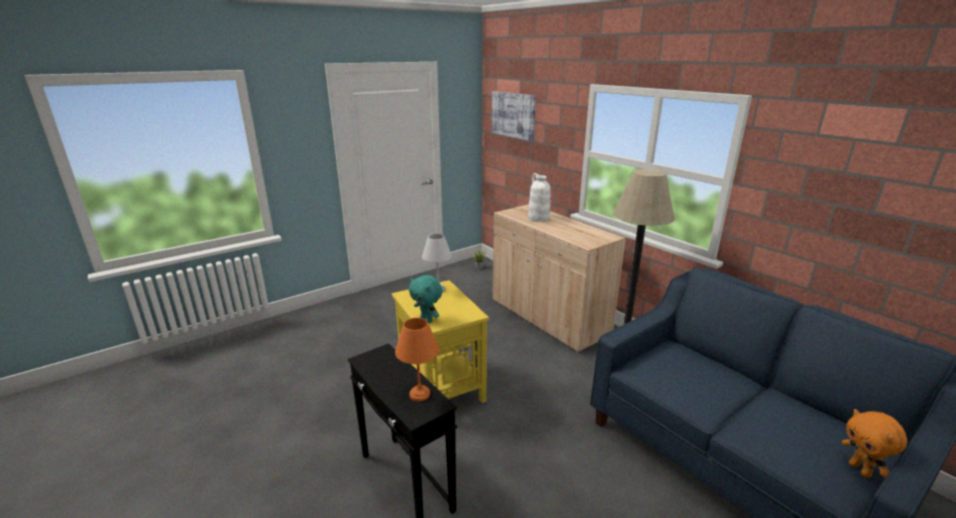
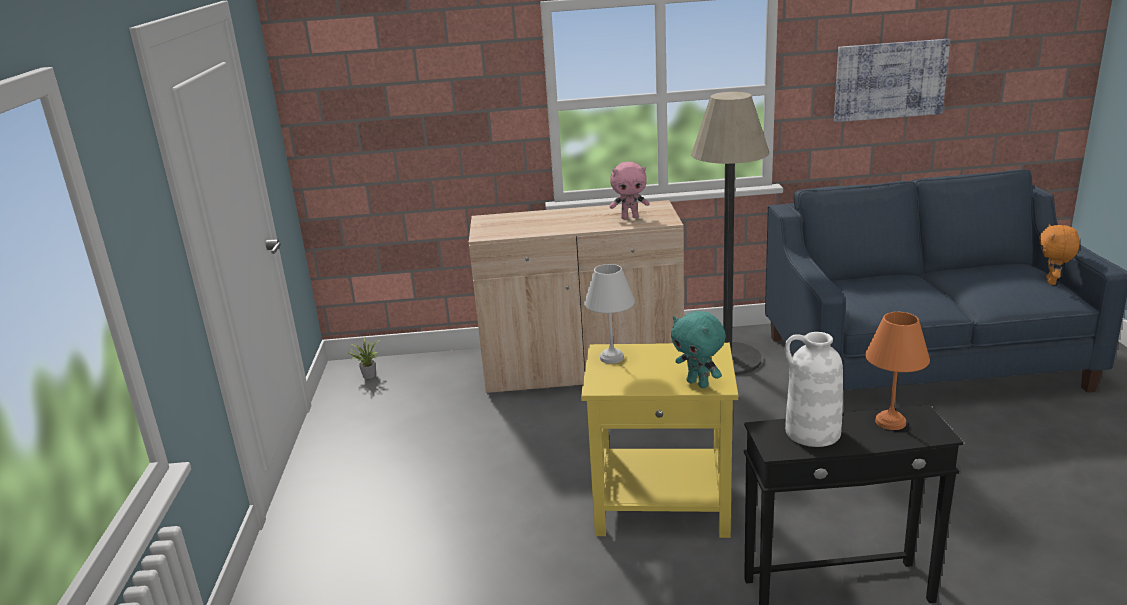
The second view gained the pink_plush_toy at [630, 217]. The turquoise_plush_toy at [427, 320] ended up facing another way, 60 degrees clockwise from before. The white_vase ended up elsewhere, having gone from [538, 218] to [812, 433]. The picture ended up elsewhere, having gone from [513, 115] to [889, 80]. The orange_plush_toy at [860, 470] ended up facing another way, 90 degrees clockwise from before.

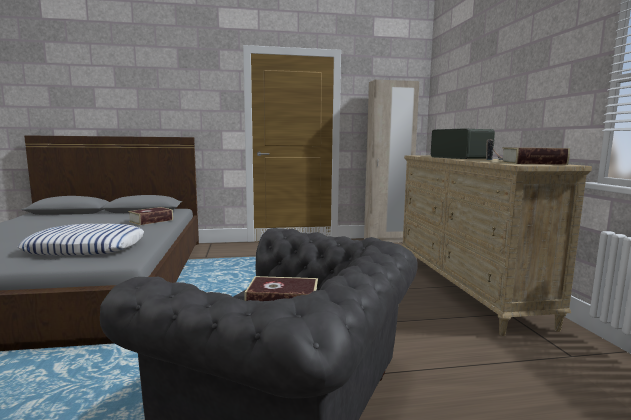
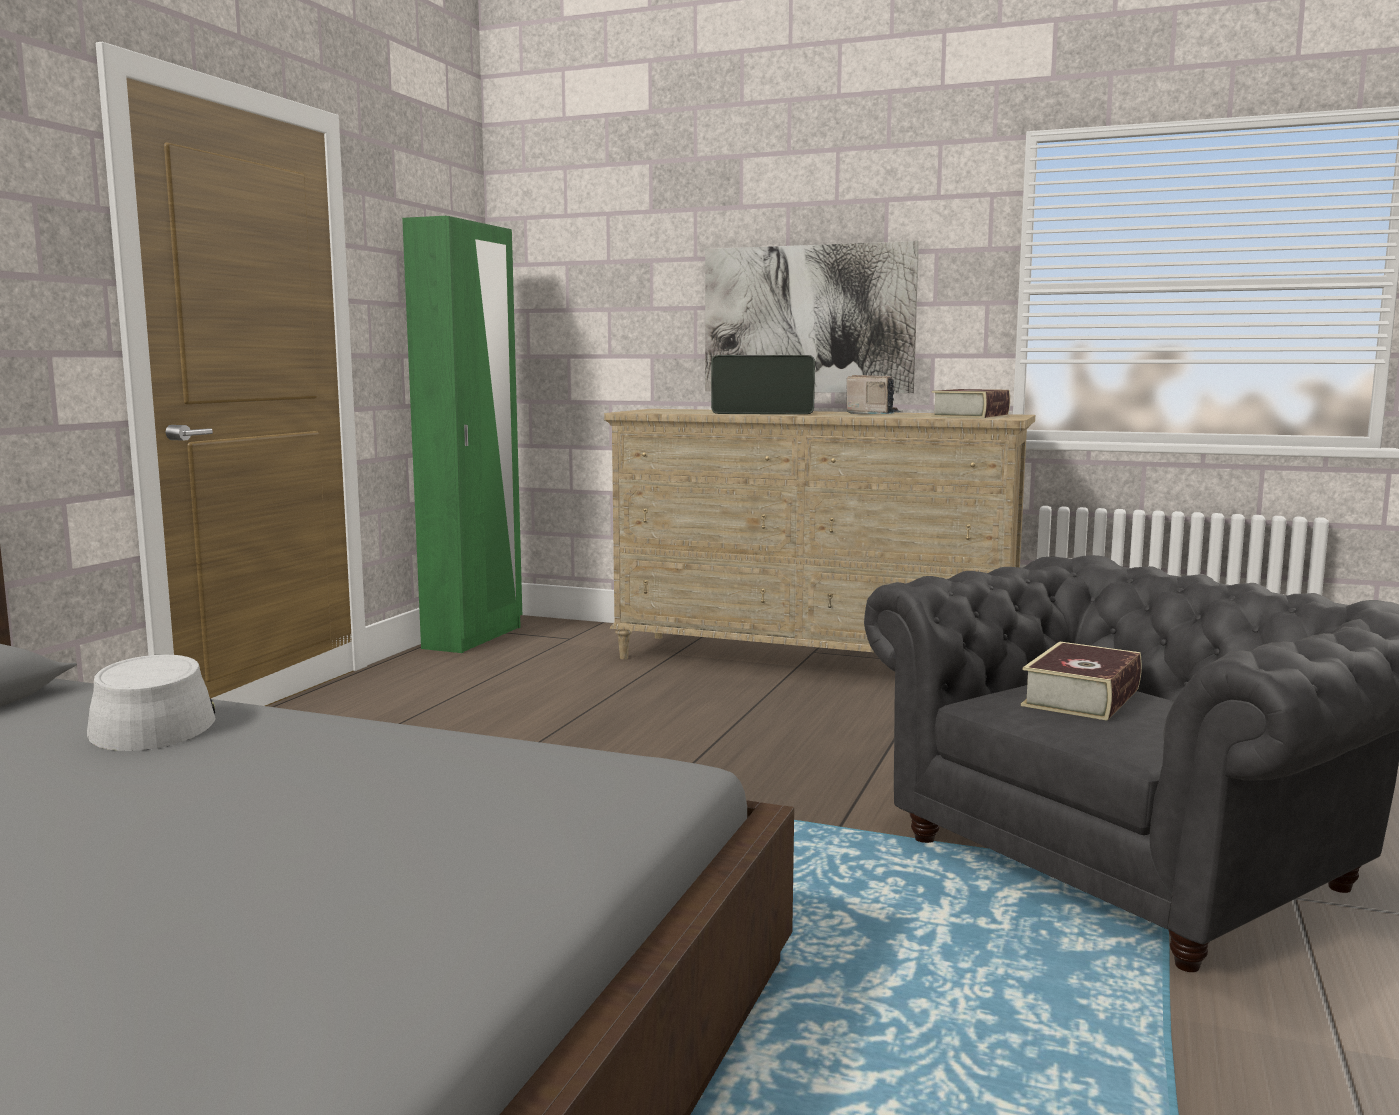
Where the book stood at [151, 221], the grey_hat came to stand at [153, 722]. What was the beige_wardrobe at [387, 240] turned into the green_wardrobe at [474, 638]. The second view gained the picture at [808, 319]. The second view lost the pillow at [87, 248].

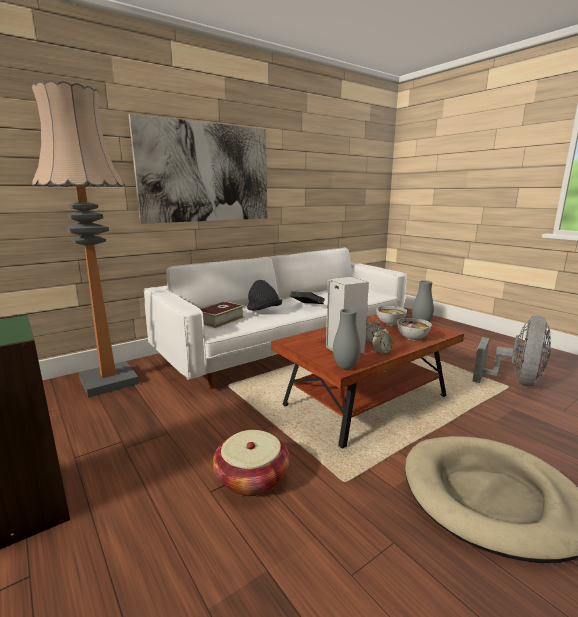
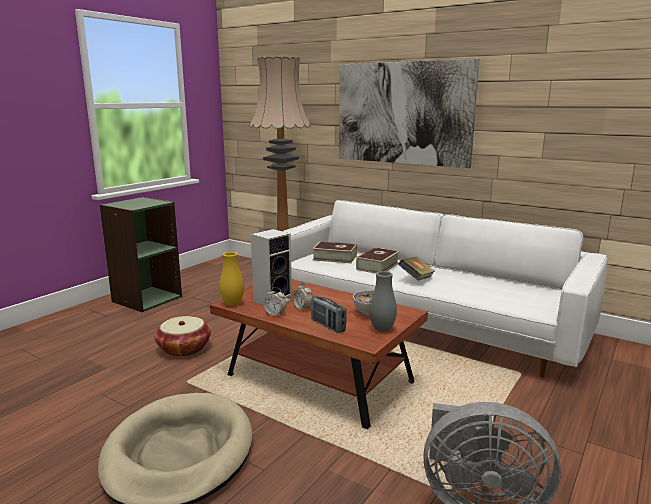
What was the grey_vase at [345, 367] turned into the yellow_vase at [232, 304]. Where the bowl stood at [412, 338], the radio came to stand at [328, 326]. Where the black_hat stood at [264, 311], the book came to stand at [377, 266].

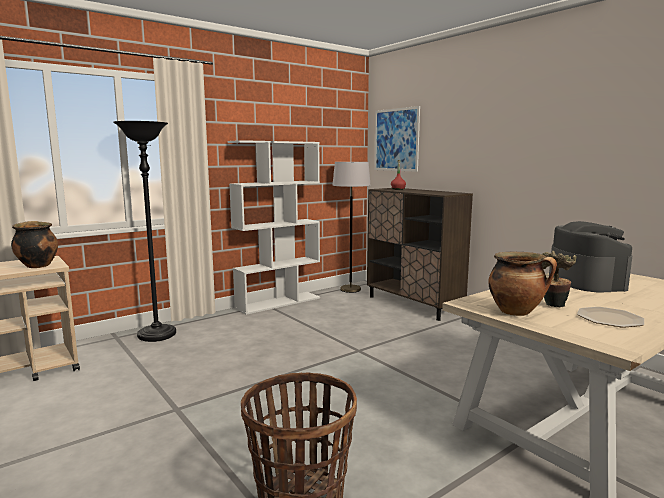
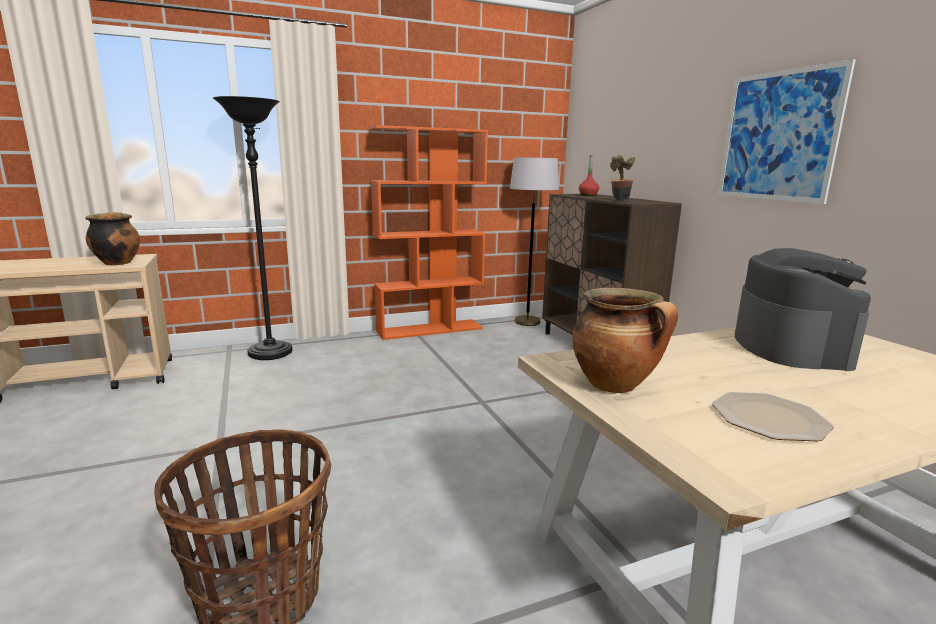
What was the white_bookcase at [278, 302] turned into the orange_bookcase at [430, 329]. The potted_plant ended up elsewhere, having gone from [553, 306] to [619, 201]. The picture ended up elsewhere, having gone from [396, 140] to [778, 136].

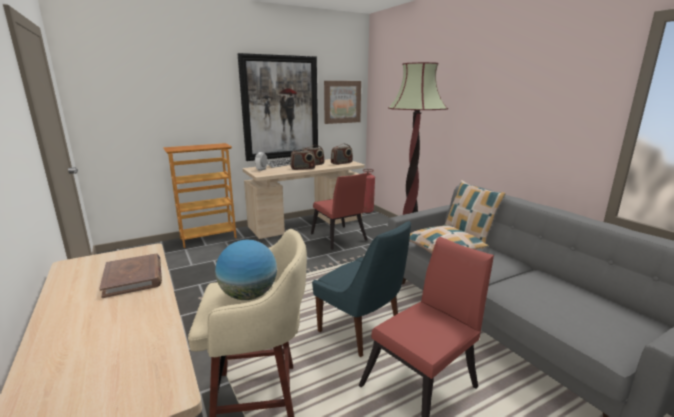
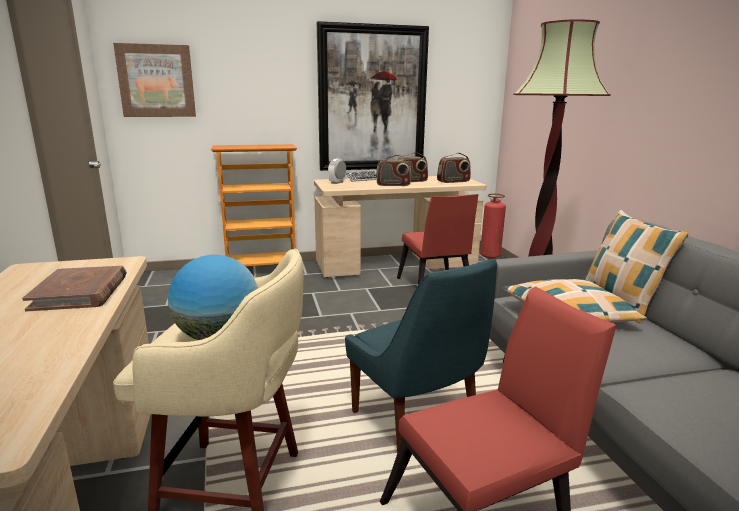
The picture ended up elsewhere, having gone from [342, 102] to [156, 81].

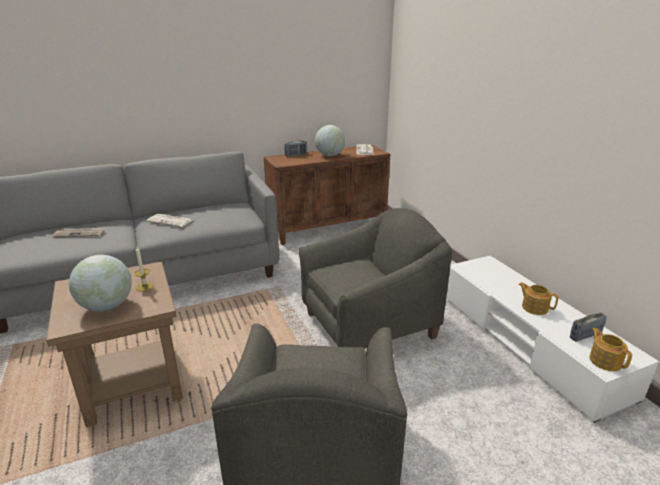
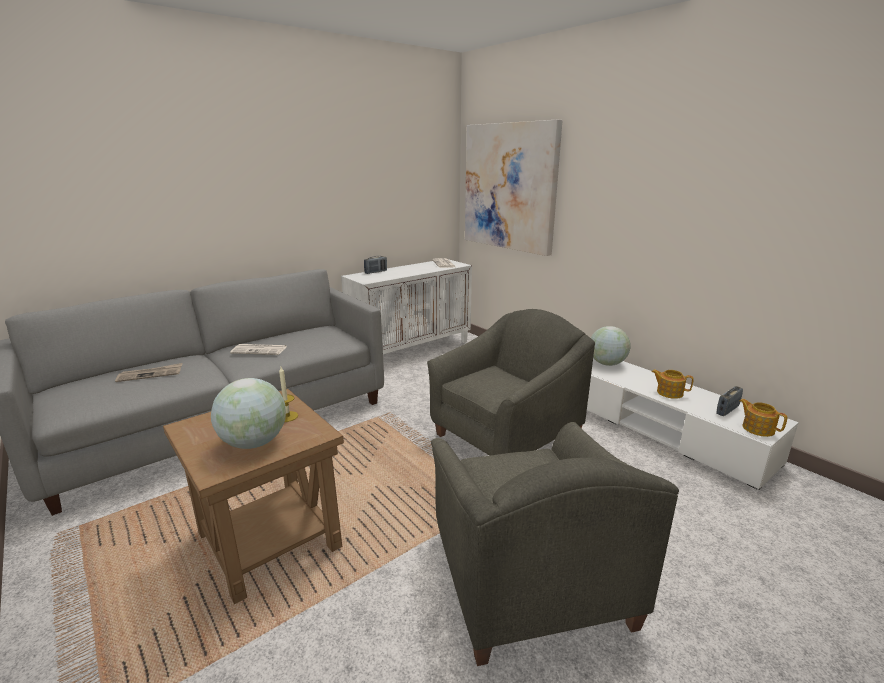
What was the brown_cabinet at [328, 228] turned into the white_cabinet at [411, 349]. The second view gained the picture at [510, 187]. The globe ended up elsewhere, having gone from [330, 155] to [607, 364].

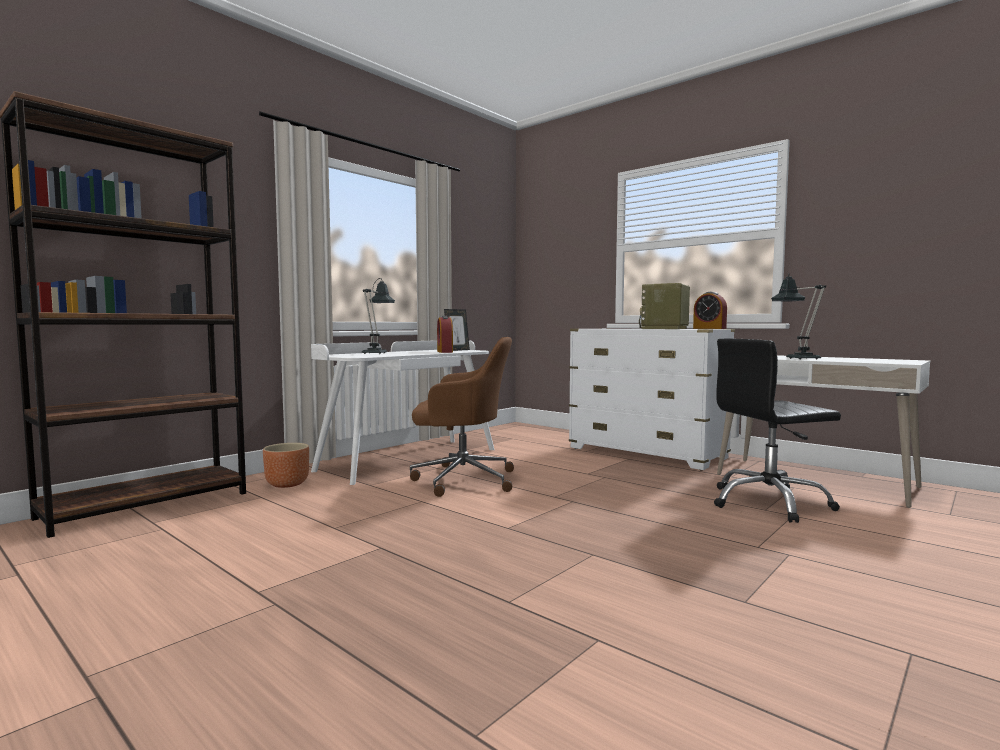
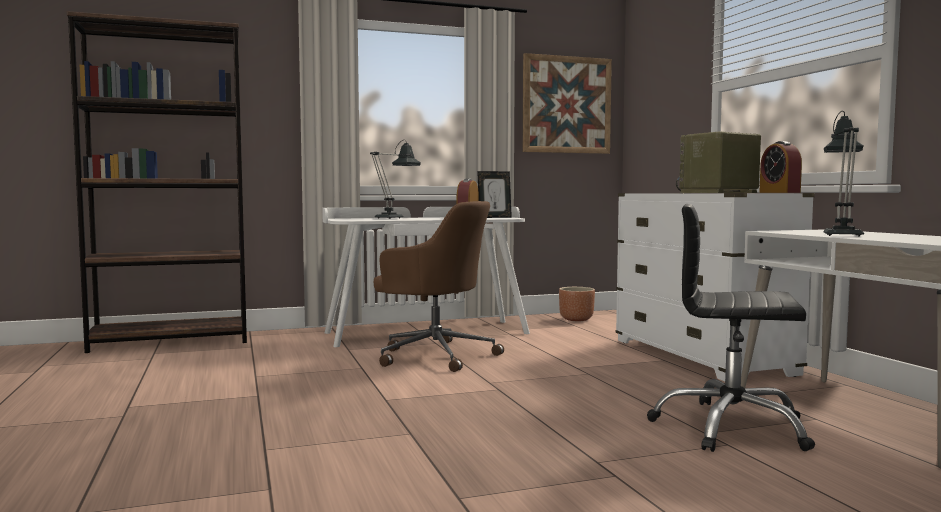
The second view gained the picture at [566, 105]. The brown_planter ended up elsewhere, having gone from [288, 484] to [576, 319].

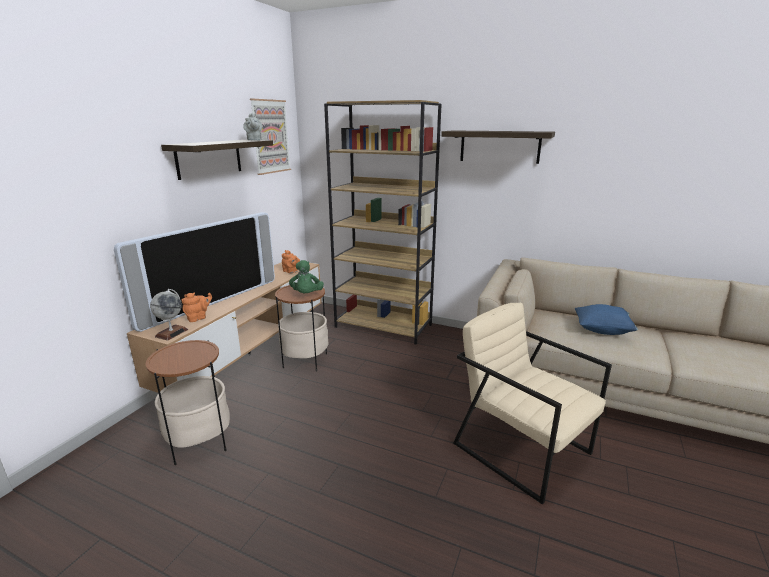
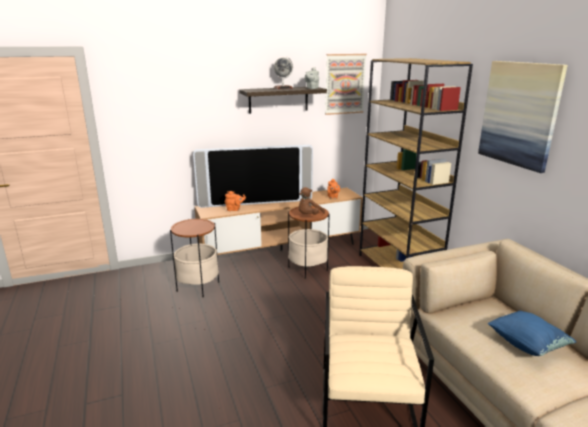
The globe ended up elsewhere, having gone from [171, 333] to [283, 88]. What was the green_plush_toy at [306, 295] turned into the brown_plush_toy at [309, 216]. Where the shelf hung at [499, 146], the picture came to hang at [519, 114].

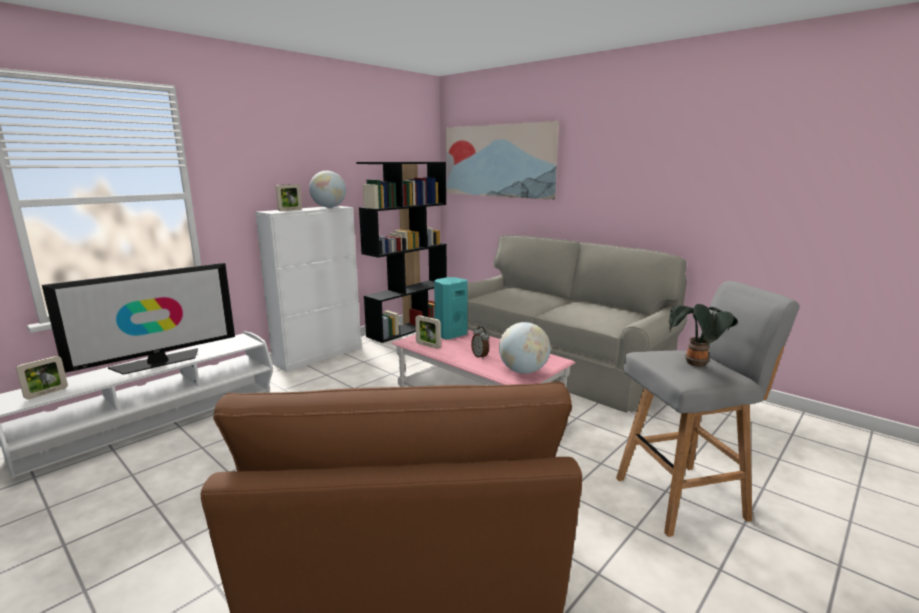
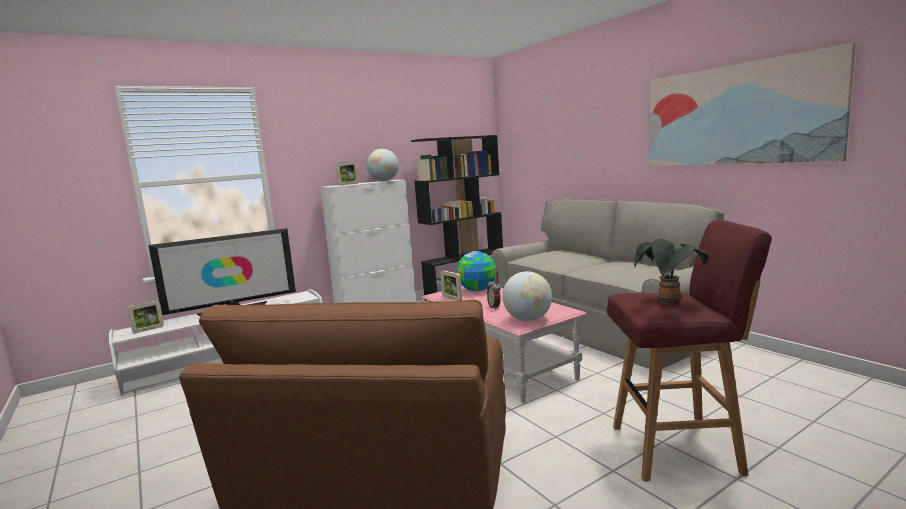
Where the turquoise_speaker stood at [450, 334], the globe came to stand at [477, 290]. What was the grey_stool at [683, 498] turned into the red_stool at [678, 449]. The picture ended up elsewhere, having gone from [497, 161] to [735, 115].

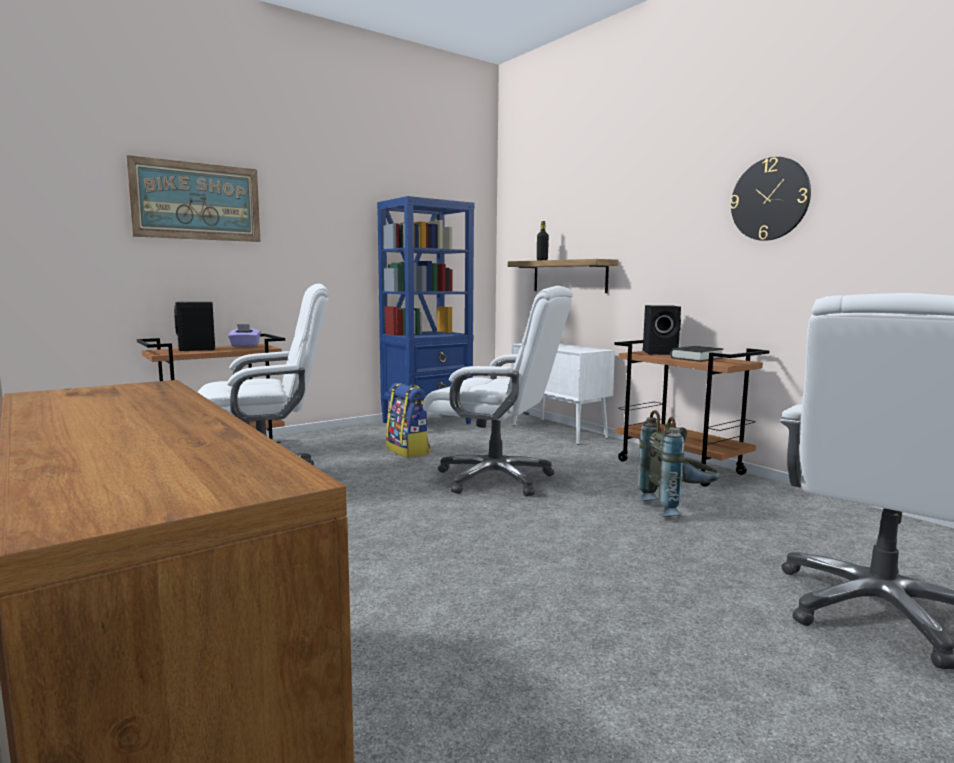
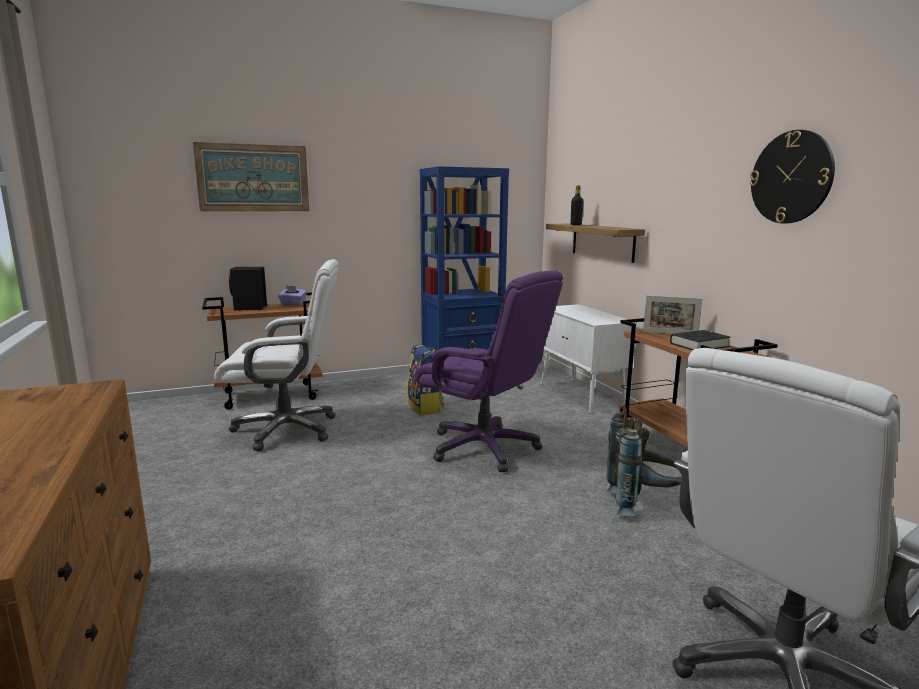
What was the white_office_chair at [496, 479] turned into the purple_office_chair at [485, 448]. Where the black_speaker stood at [661, 353], the picture_frame came to stand at [670, 334].

